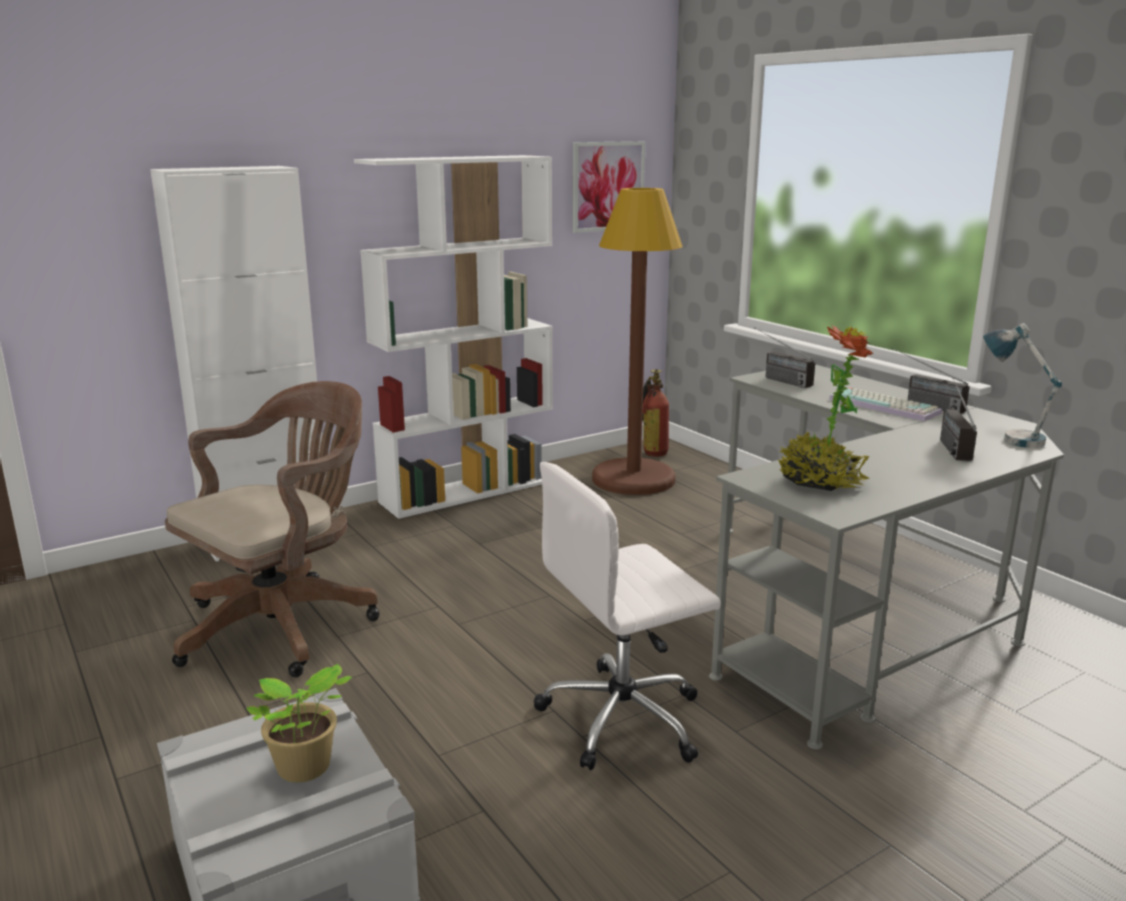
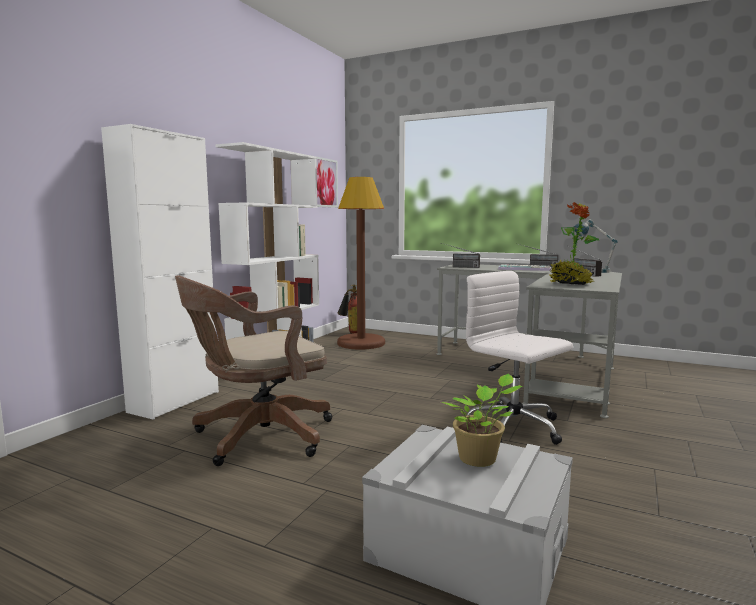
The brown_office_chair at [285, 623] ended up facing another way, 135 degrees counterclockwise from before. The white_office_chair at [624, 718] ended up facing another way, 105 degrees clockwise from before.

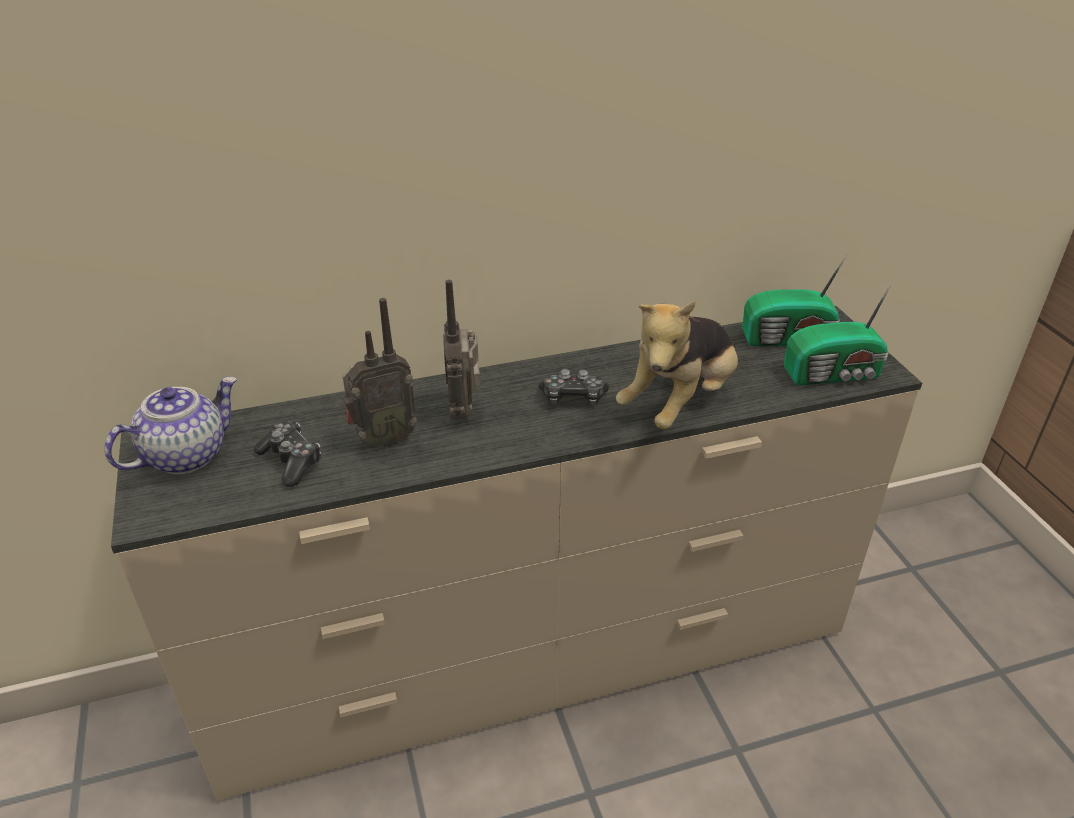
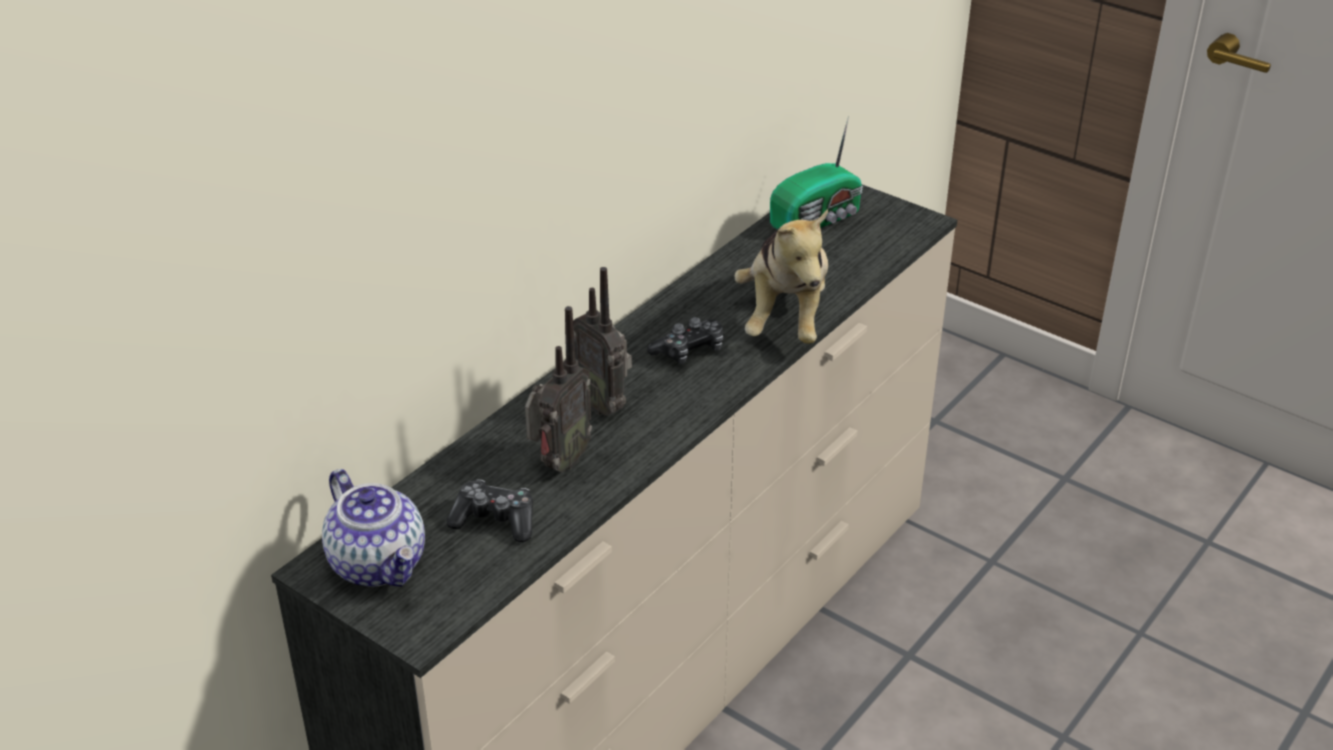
The teapot at [186, 455] ended up facing another way, 135 degrees clockwise from before. The second view lost the radio at [834, 374].

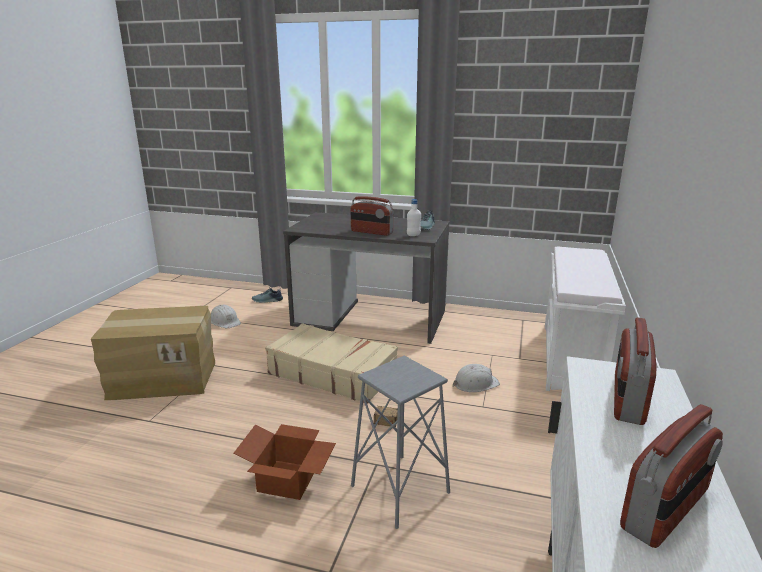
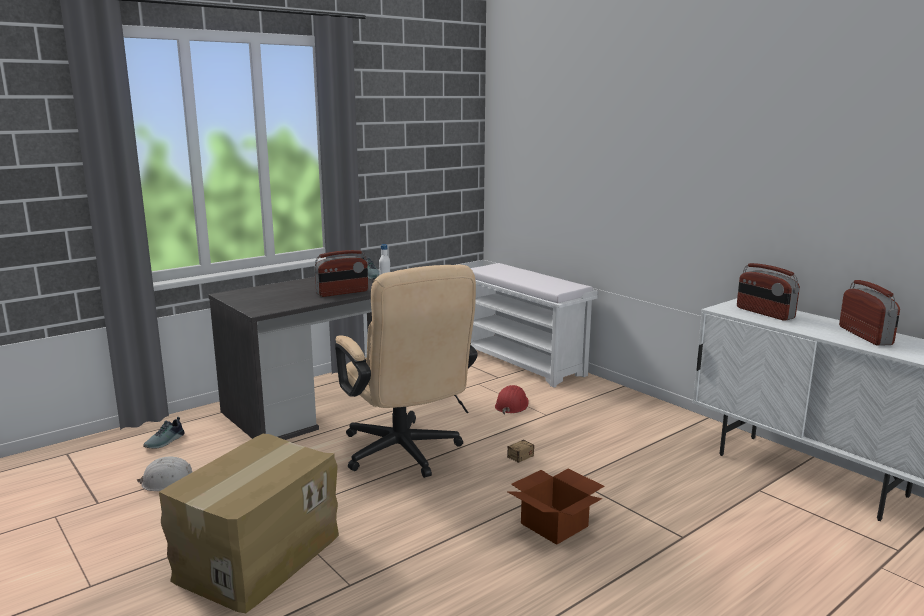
Where the beige_suitcase stood at [332, 373], the beige_office_chair came to stand at [405, 455]. What was the white_hard_hat at [475, 384] turned into the red_hard_hat at [511, 405]. The second view lost the grey_stool at [399, 490].

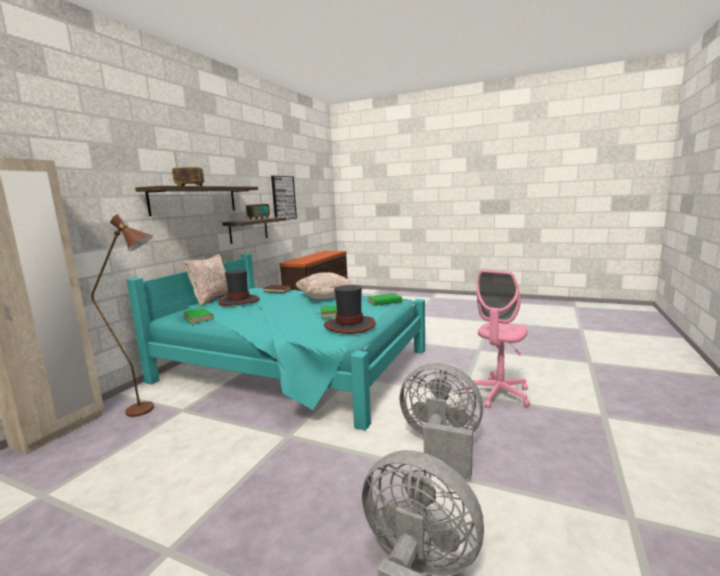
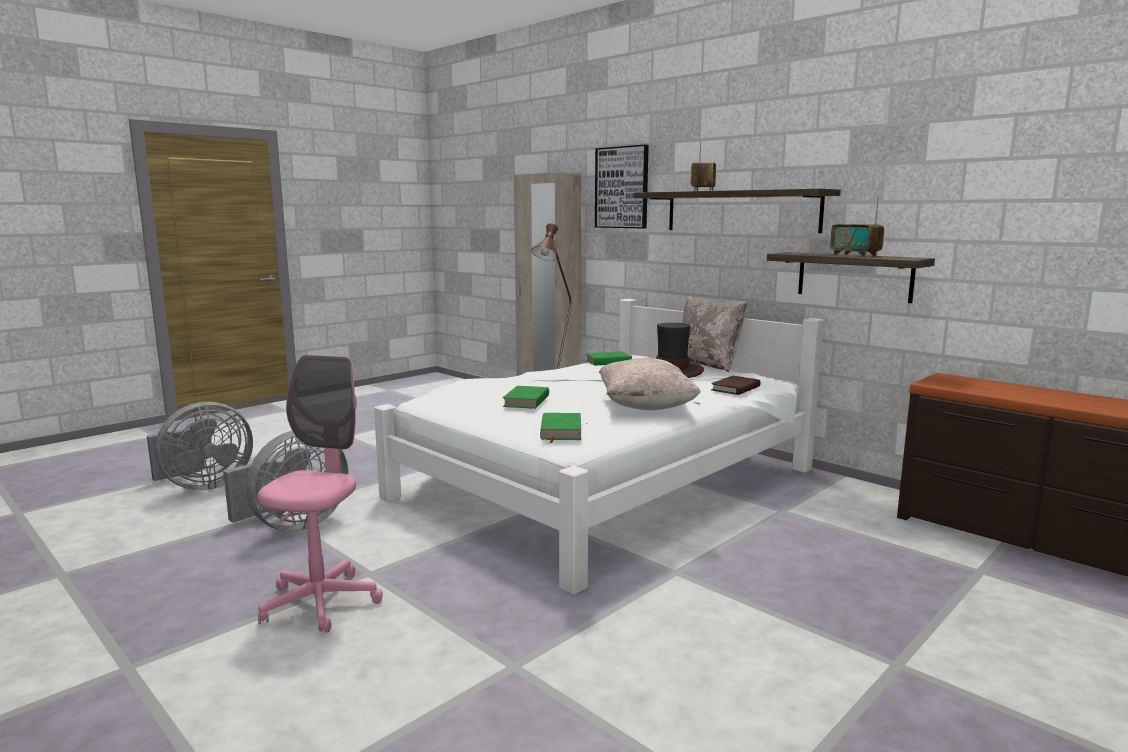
The pink_office_chair at [499, 394] ended up facing another way, 45 degrees clockwise from before. What was the turquoise_bed at [294, 366] turned into the white_bed at [603, 483]. The picture ended up elsewhere, having gone from [283, 198] to [622, 187]. The second view lost the hat at [350, 325].

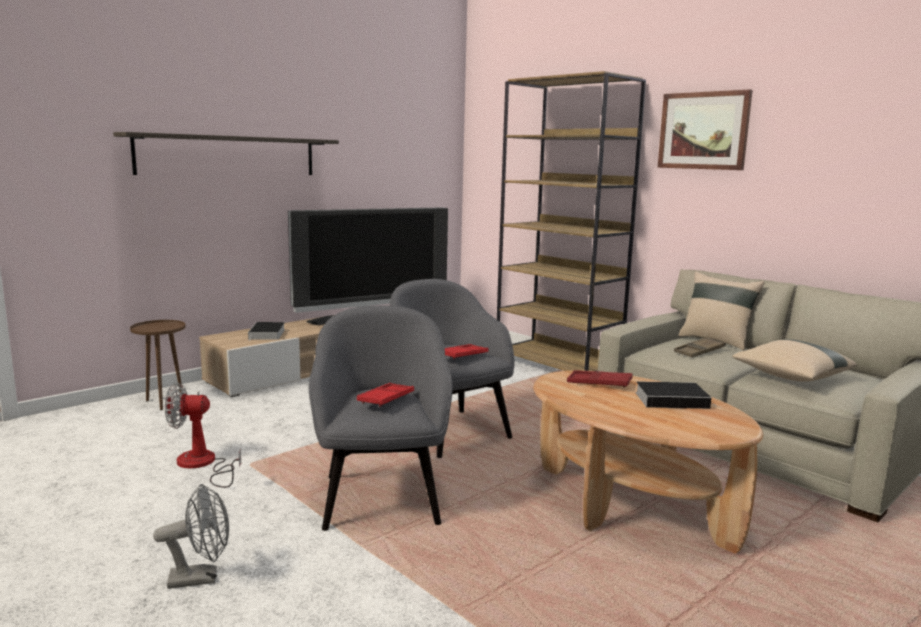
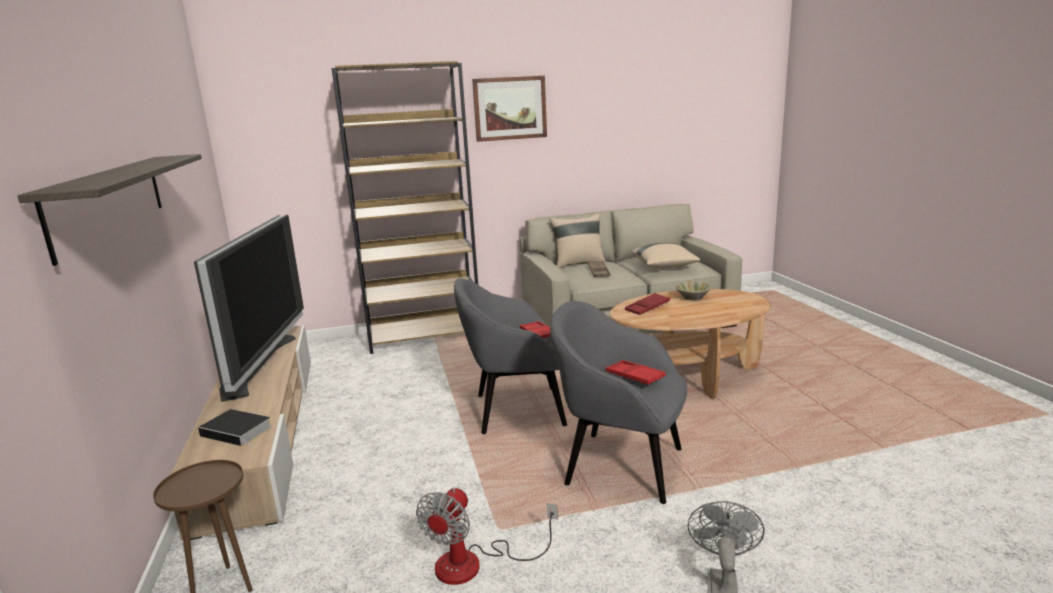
Where the book stood at [673, 400], the beige_bowl came to stand at [692, 298].

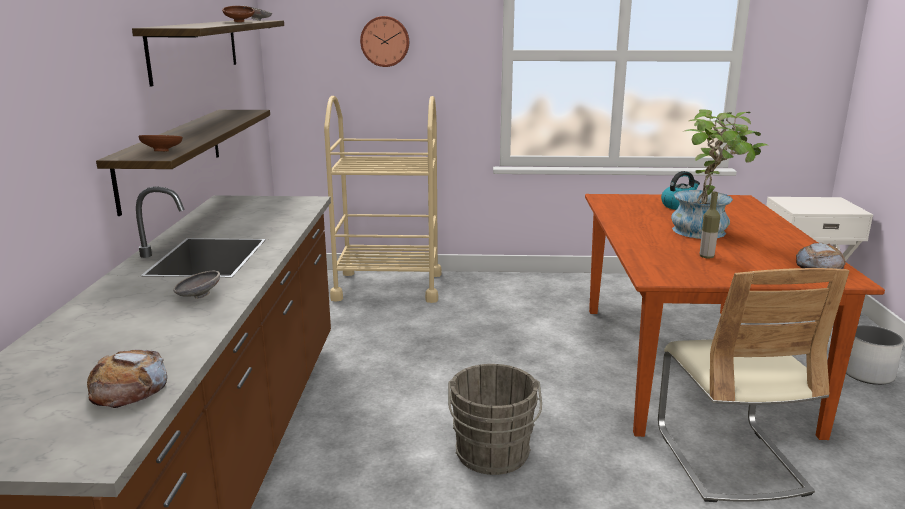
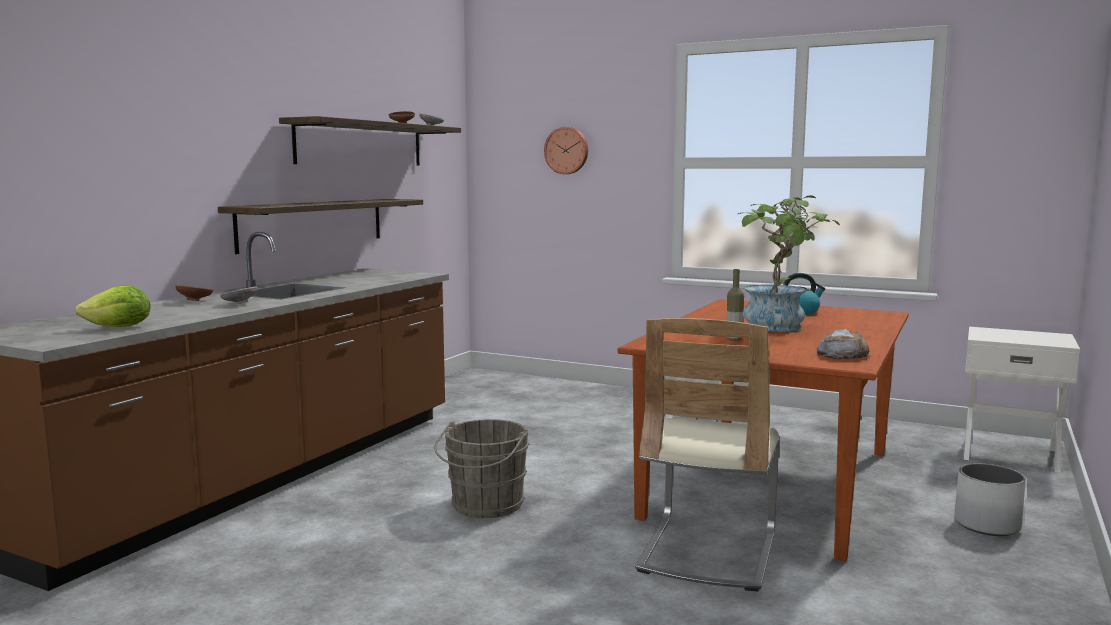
Where the bread stood at [128, 387], the lettuce came to stand at [119, 327]. The brown_bowl ended up elsewhere, having gone from [163, 152] to [195, 301]. The second view lost the beige_cart at [388, 286].

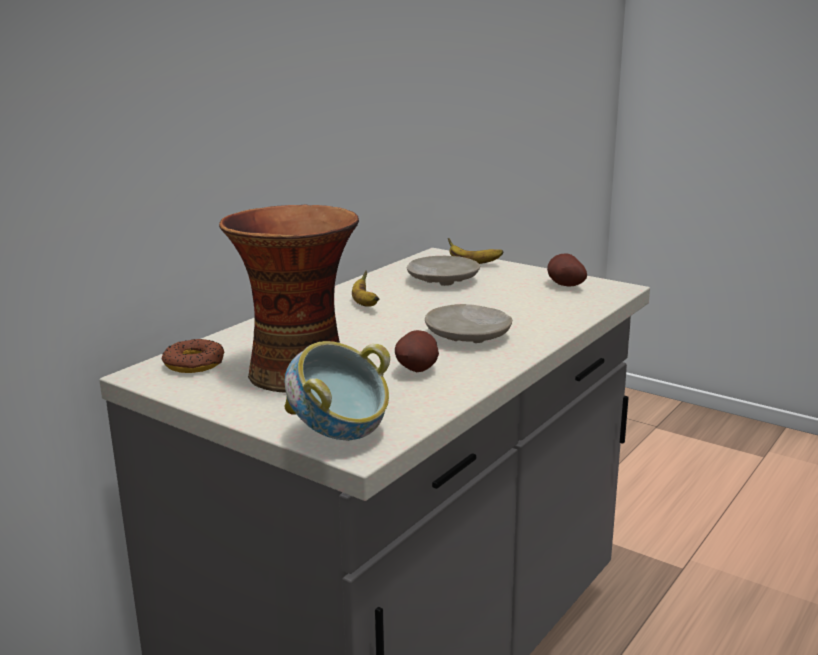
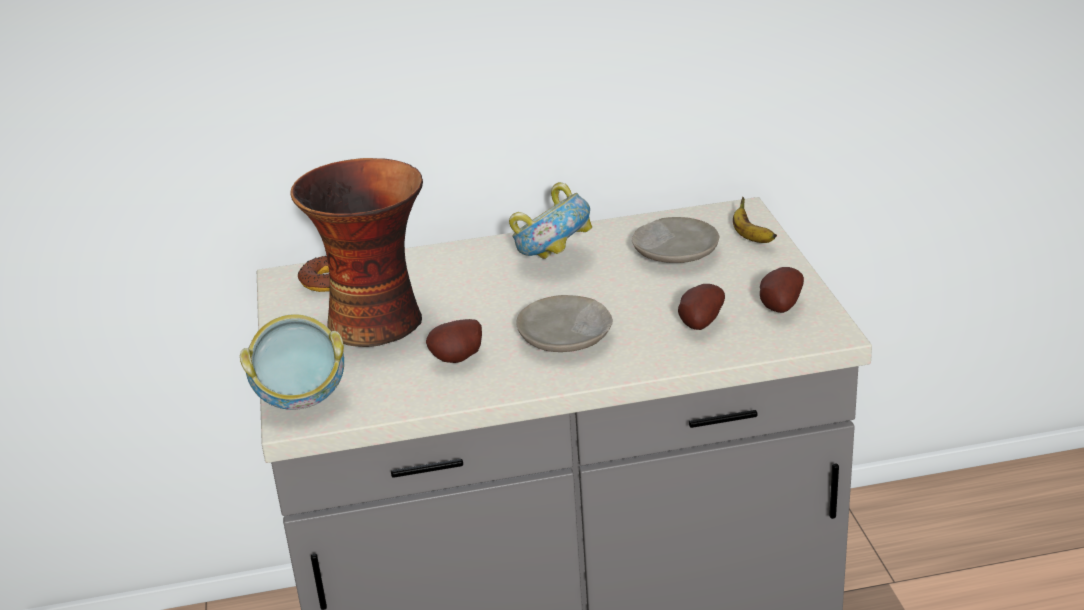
Where the banana stood at [364, 304], the bowl came to stand at [553, 259]. The second view gained the potato at [698, 324].

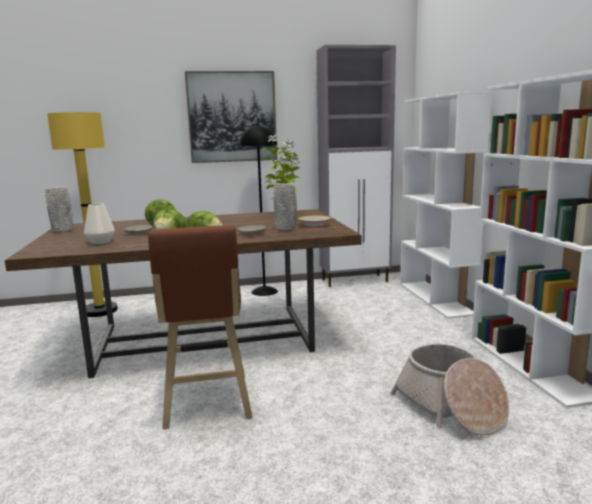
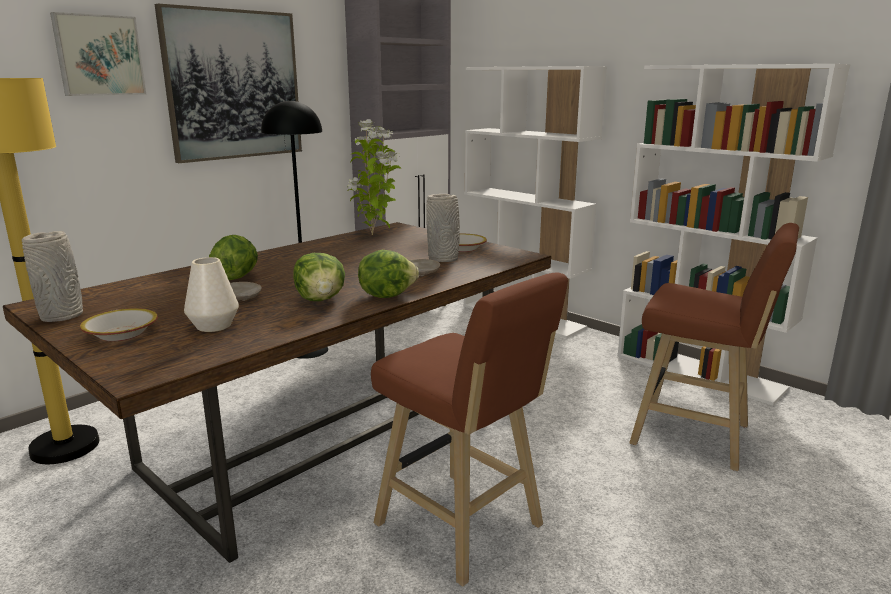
The second view gained the picture at [99, 55]. The second view gained the bowl at [121, 334]. Where the basket stood at [450, 407], the brown_stool came to stand at [697, 437].

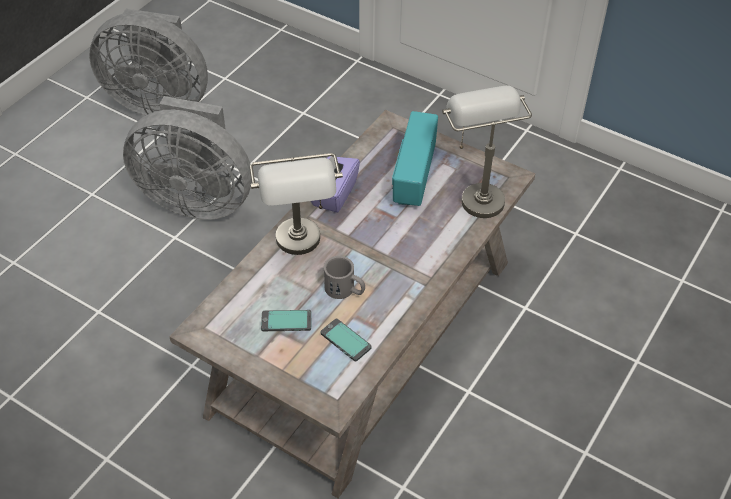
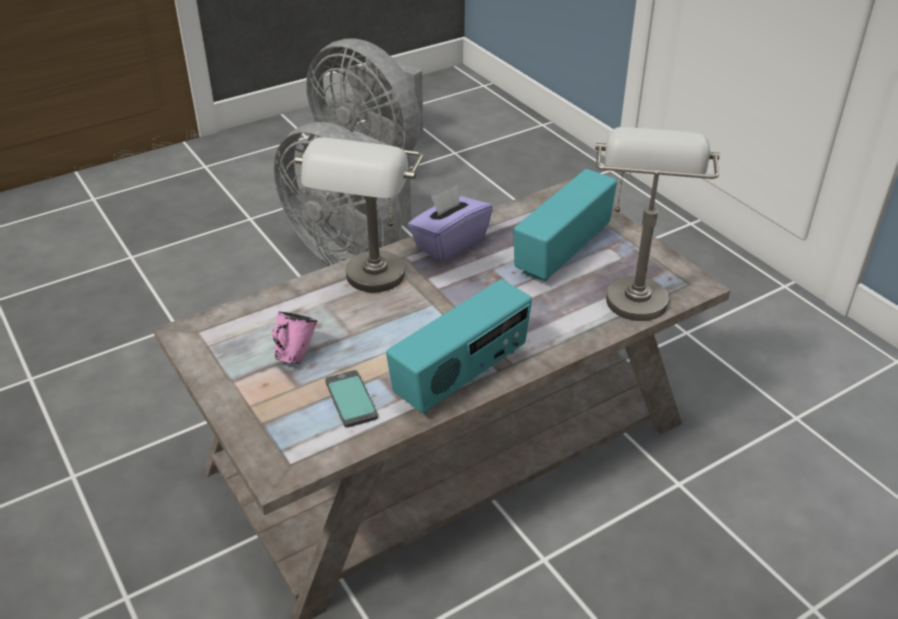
Where the phone stood at [286, 321], the pink_mug came to stand at [295, 356]. The second view gained the radio at [462, 376]. The second view lost the grey_mug at [345, 290].

